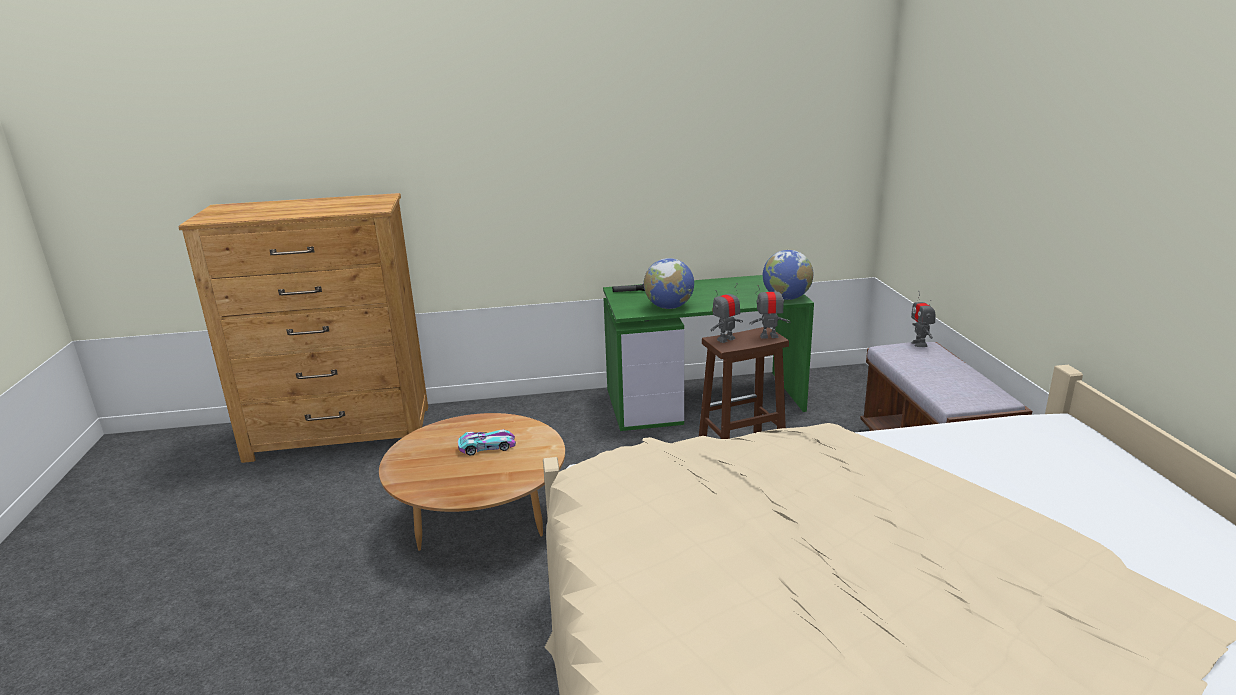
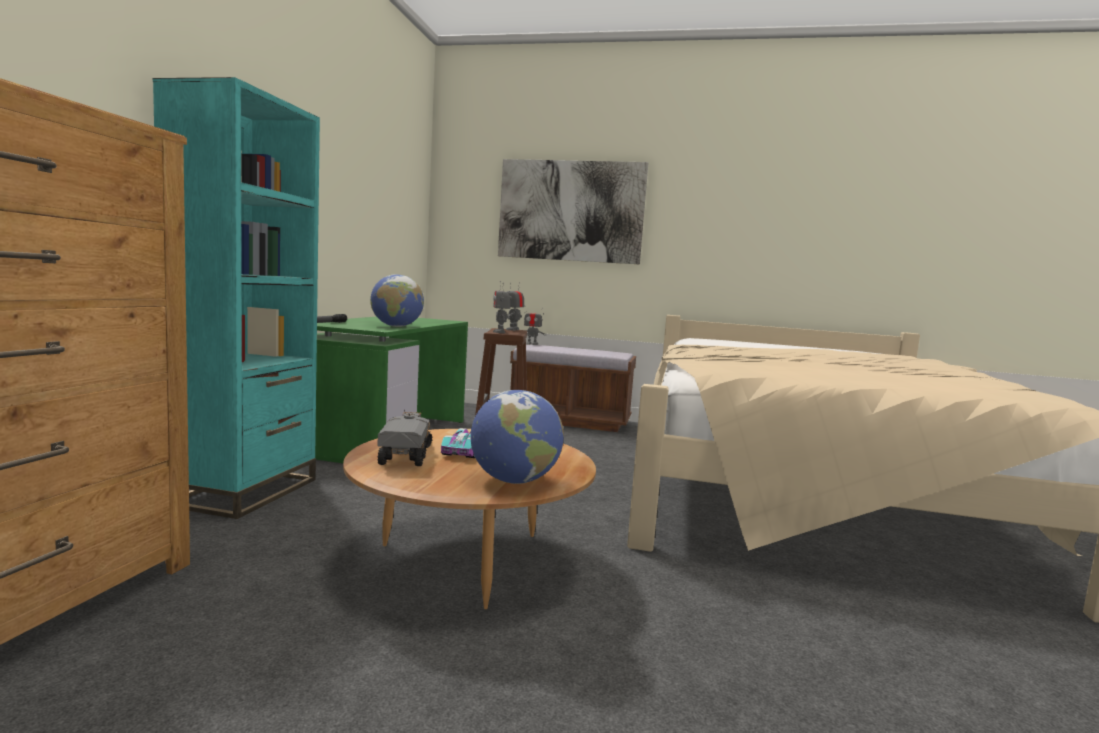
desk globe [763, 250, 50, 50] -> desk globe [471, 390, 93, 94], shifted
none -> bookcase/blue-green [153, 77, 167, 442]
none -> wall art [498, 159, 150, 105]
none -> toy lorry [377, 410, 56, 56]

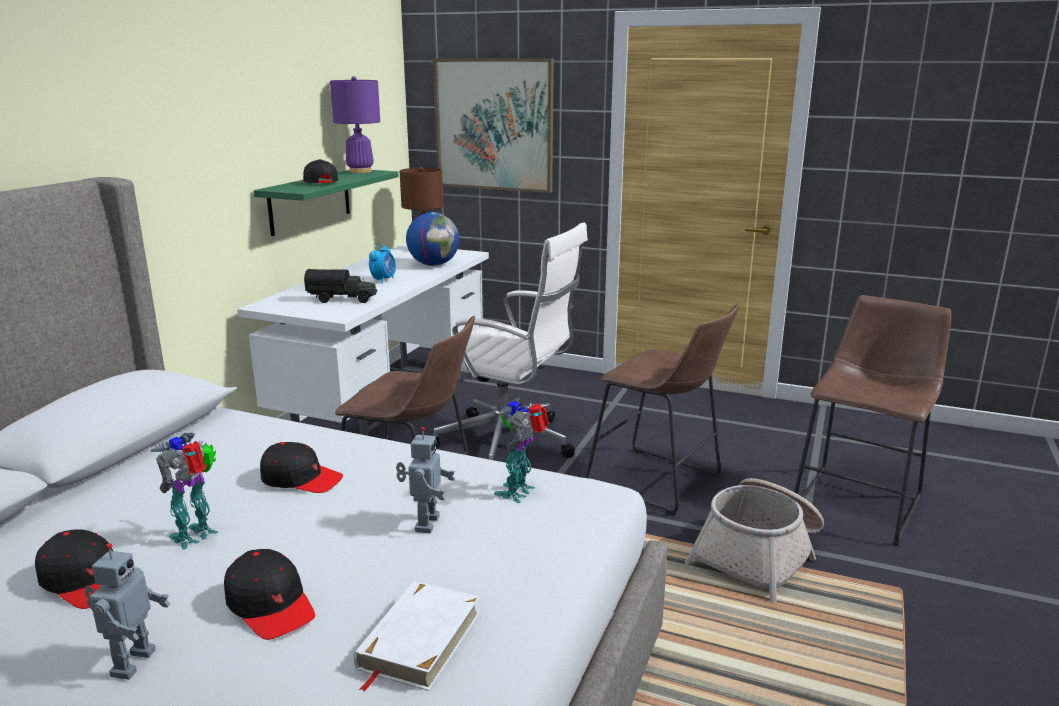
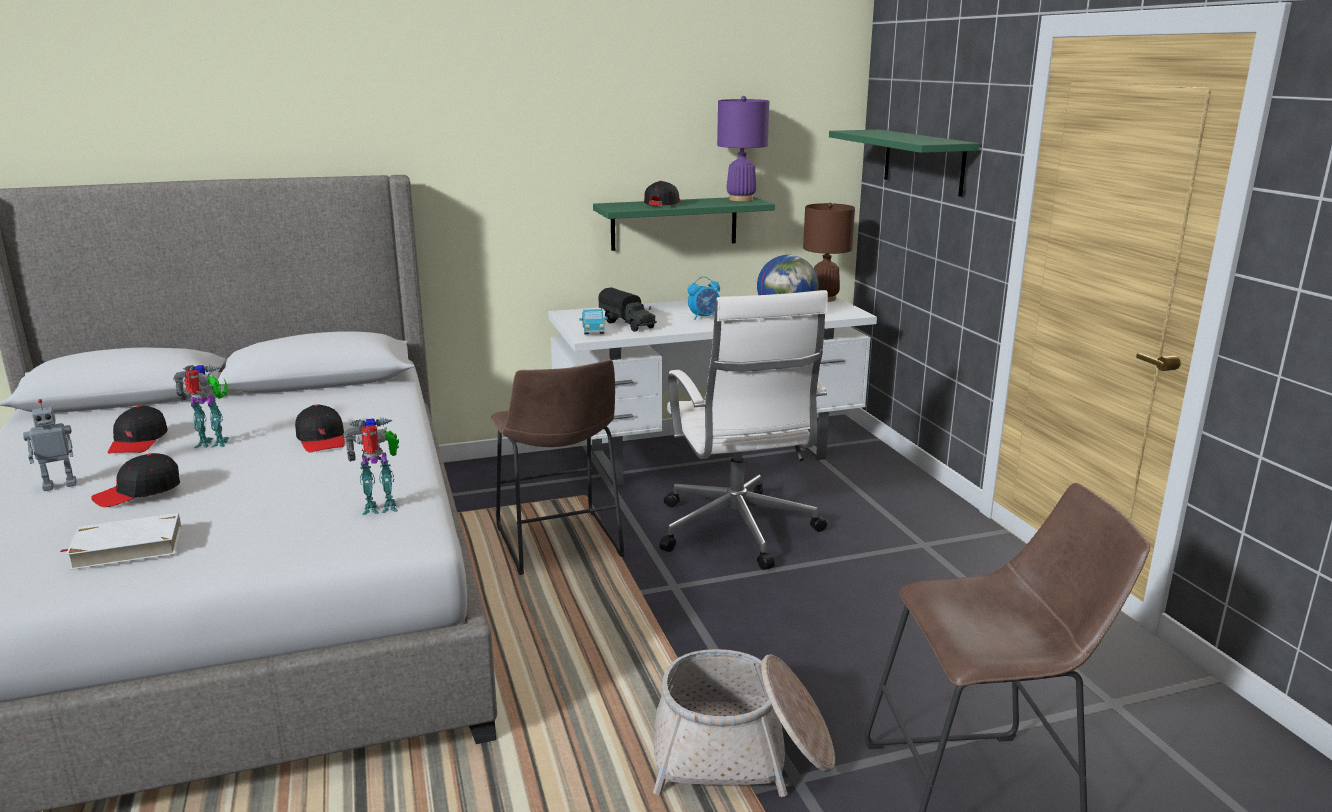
wall art [433, 59, 121, 134] -> wall shelf/green [829, 130, 151, 67]
sitting stool/brown [586, 303, 154, 213] -> none
model robot [396, 427, 59, 106] -> none
cap/blackish [224, 549, 91, 91] -> cap/blackish [91, 453, 89, 54], 45 degrees clockwise
none -> toy lorry [579, 309, 29, 25]

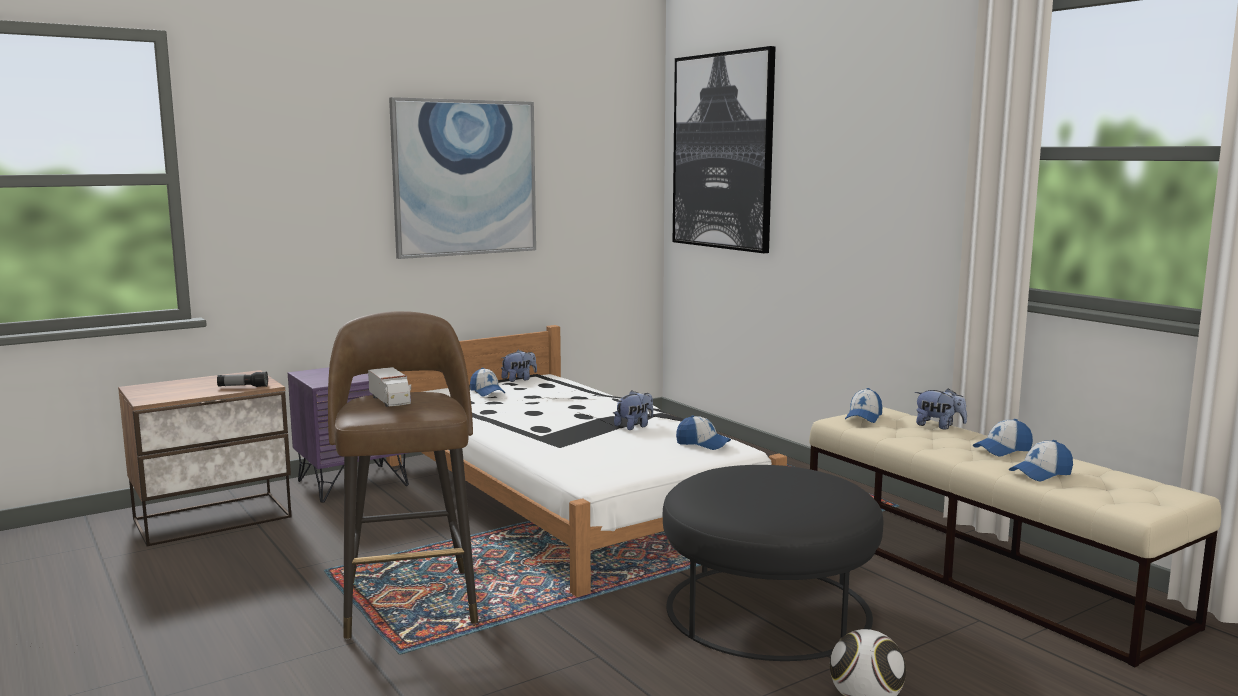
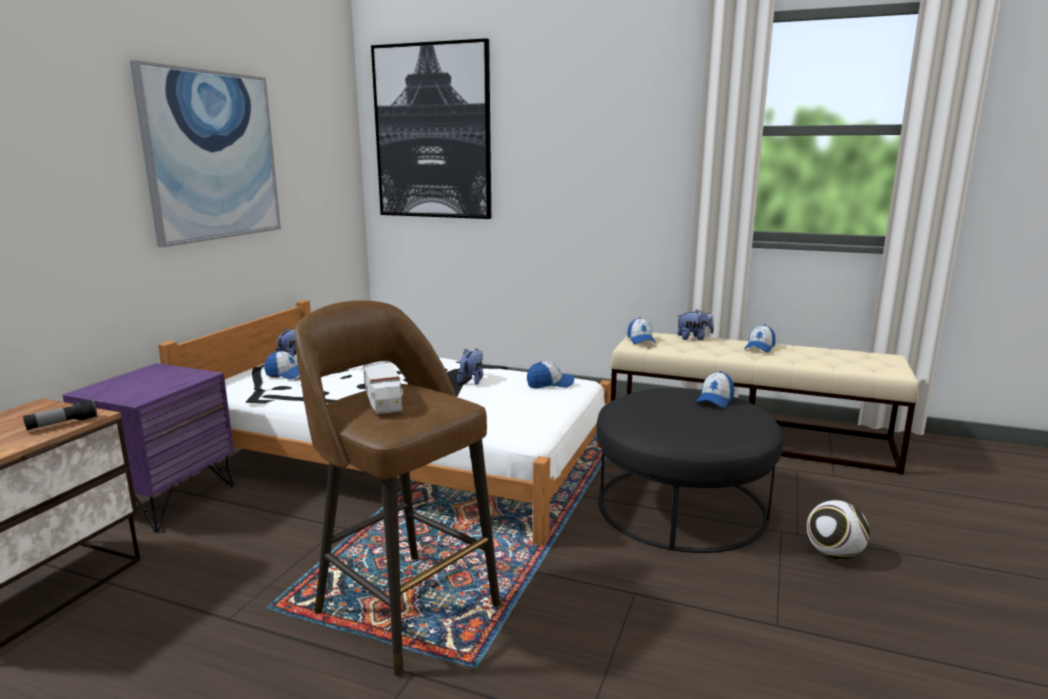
toy lorry [368, 367, 43, 40] -> toy lorry [363, 362, 40, 52], 45 degrees clockwise
cap [1009, 440, 64, 41] -> cap [696, 371, 38, 37], shifted

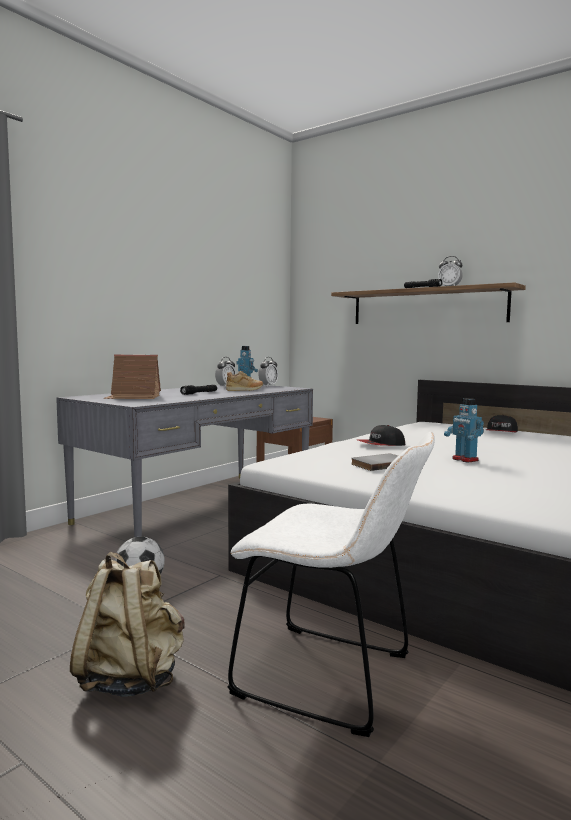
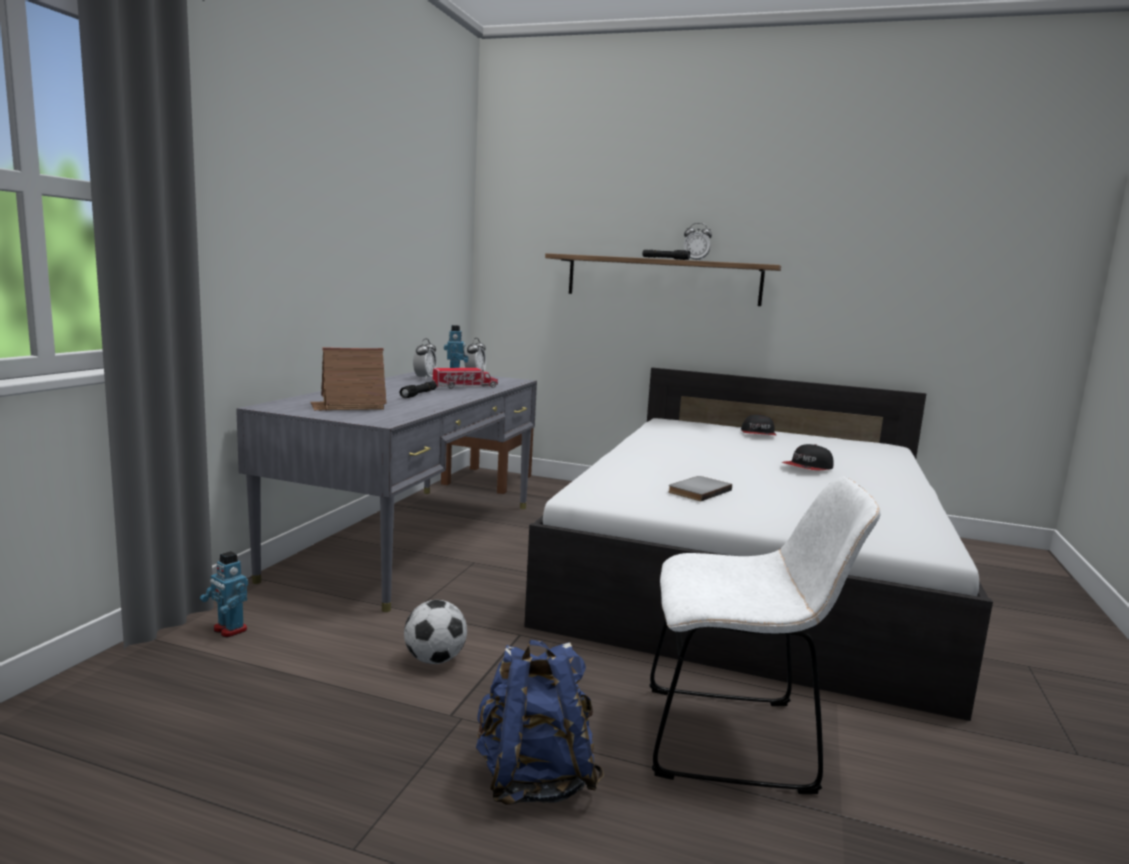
low shoe/beige-coloured [226, 371, 37, 20] -> toy lorry [432, 368, 66, 21]
model robot [444, 398, 40, 64] -> model robot [200, 551, 48, 86], shifted
cap [357, 425, 48, 21] -> cap [782, 444, 52, 26], shifted
rucksack/beige-coloured [70, 552, 114, 145] -> rucksack/bluish [476, 640, 128, 165]

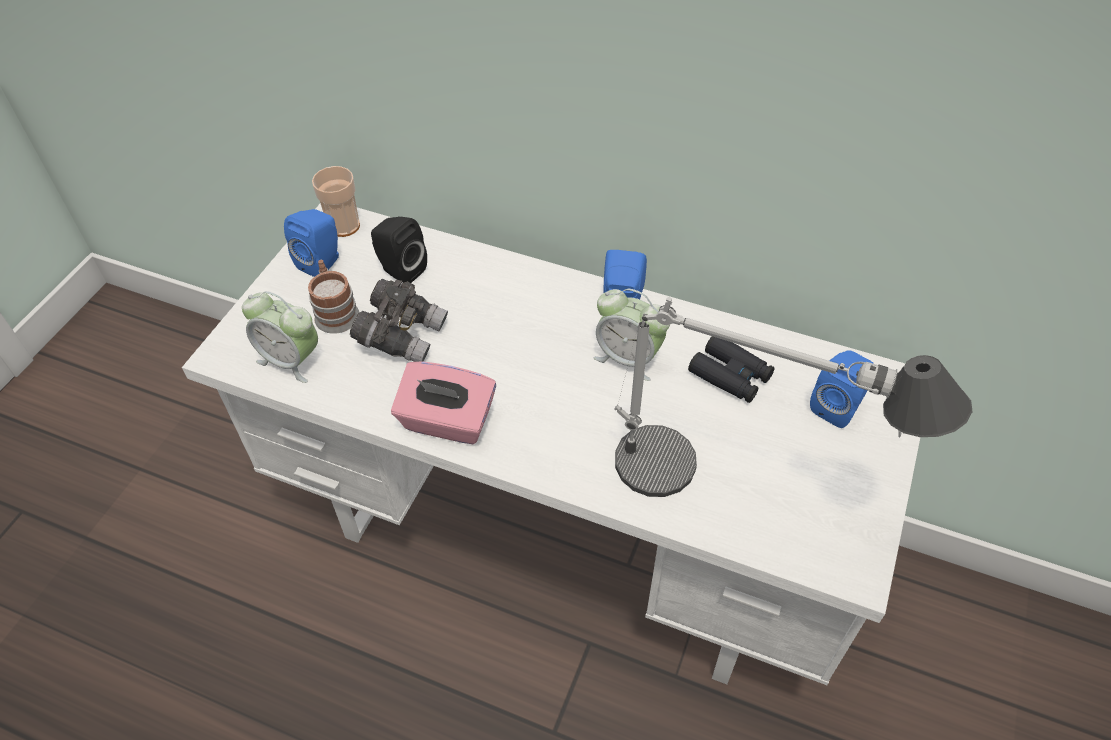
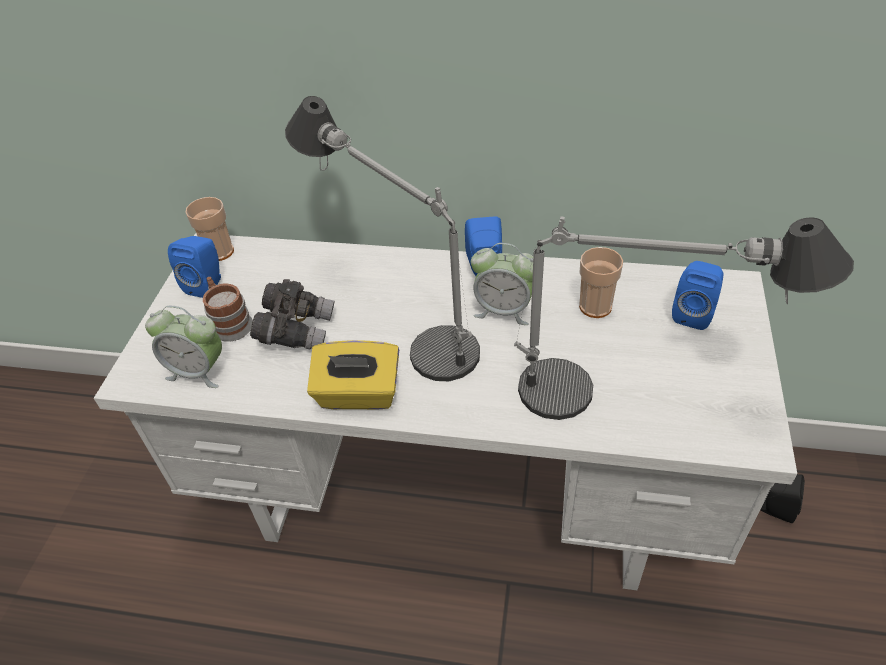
audio speaker/blackish [371, 216, 56, 67] -> audio speaker/blackish [760, 474, 45, 49], shifted
binoculars/blackish [688, 336, 86, 67] -> small cup [579, 247, 44, 71]
tissue box/pinkish [391, 361, 105, 83] -> tissue box/yellow-coloured [307, 340, 92, 70]
none -> lamp for a table [285, 96, 195, 285]

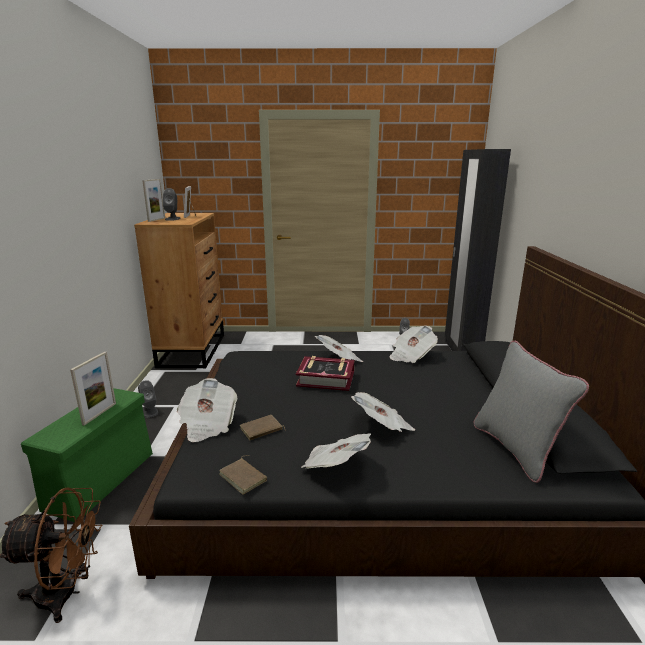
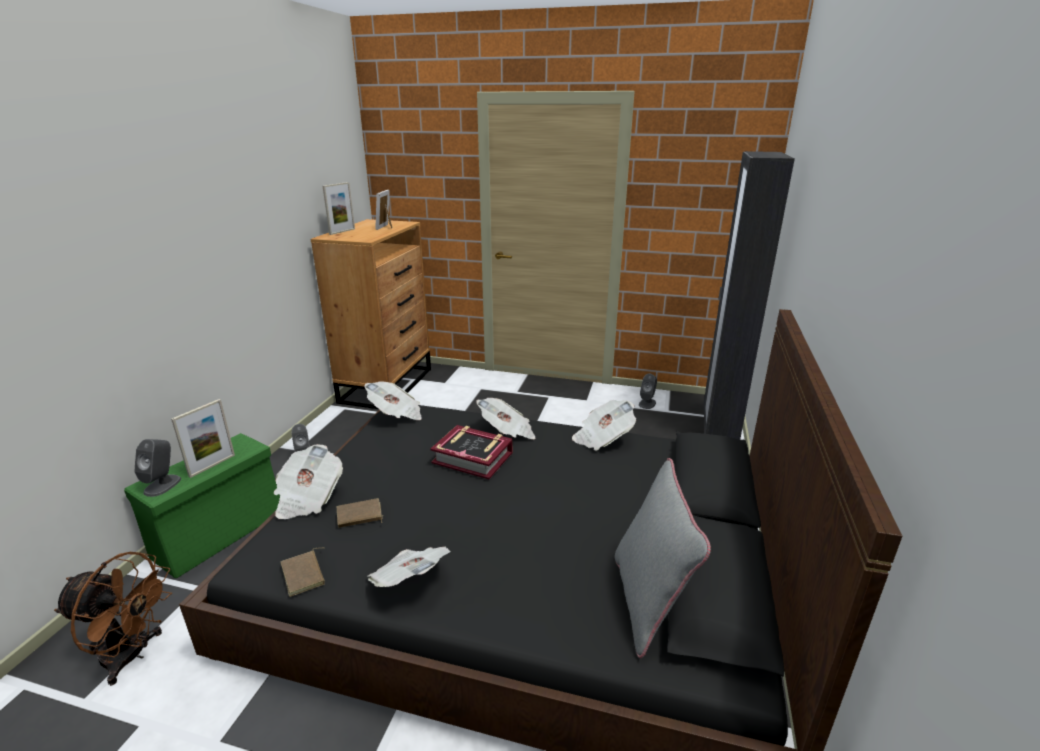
audio speaker/gray [163, 188, 18, 33] -> audio speaker/gray [134, 439, 47, 58], shifted
printed paper [351, 392, 64, 40] -> printed paper [364, 381, 58, 39], shifted

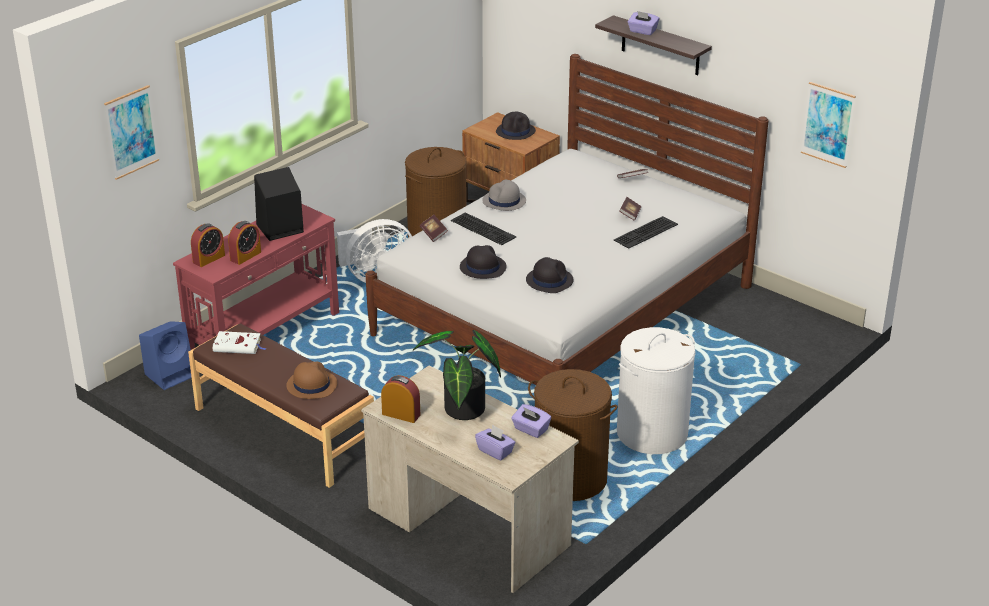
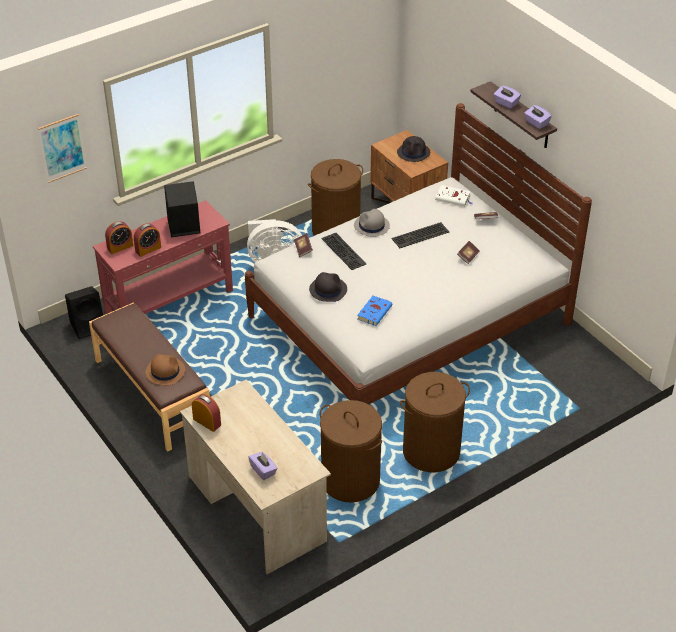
wall art [801, 82, 55, 86] -> none
keyboard [613, 216, 65, 32] -> keyboard [392, 222, 57, 26], shifted
hat/blackish [526, 257, 48, 36] -> book/bluish [357, 296, 35, 30]
audio speaker/bluish [139, 321, 53, 69] -> audio speaker/blackish [65, 286, 38, 53]
washing basket/white-coloured [617, 327, 79, 127] -> washing basket/brown [400, 372, 70, 100]
plant in a pot [413, 330, 88, 90] -> none
book/white-coloured [213, 331, 53, 23] -> book/white-coloured [435, 185, 37, 21], shifted
tissue box/purplish [511, 404, 40, 34] -> tissue box/purplish [524, 105, 28, 24], shifted

